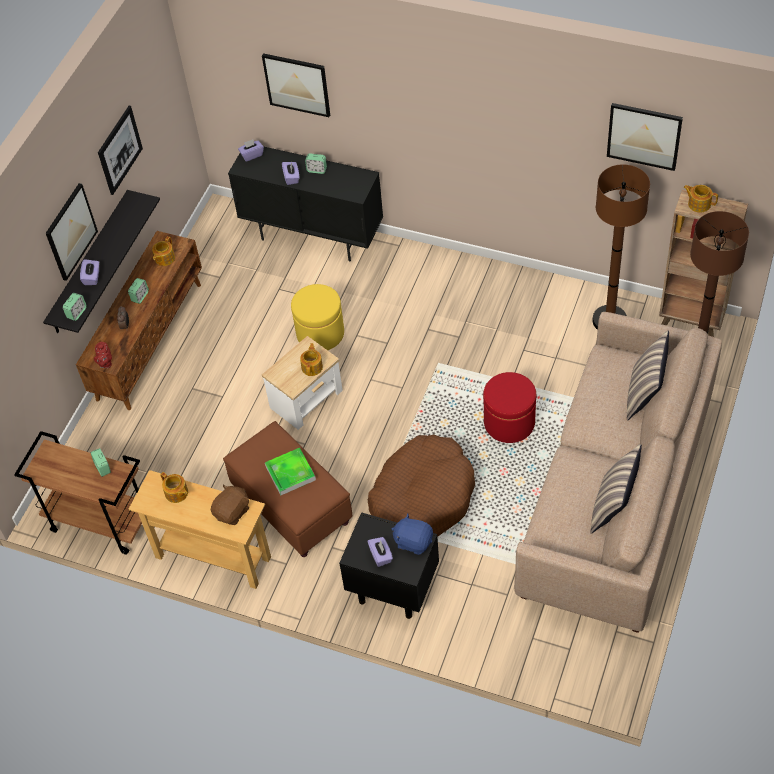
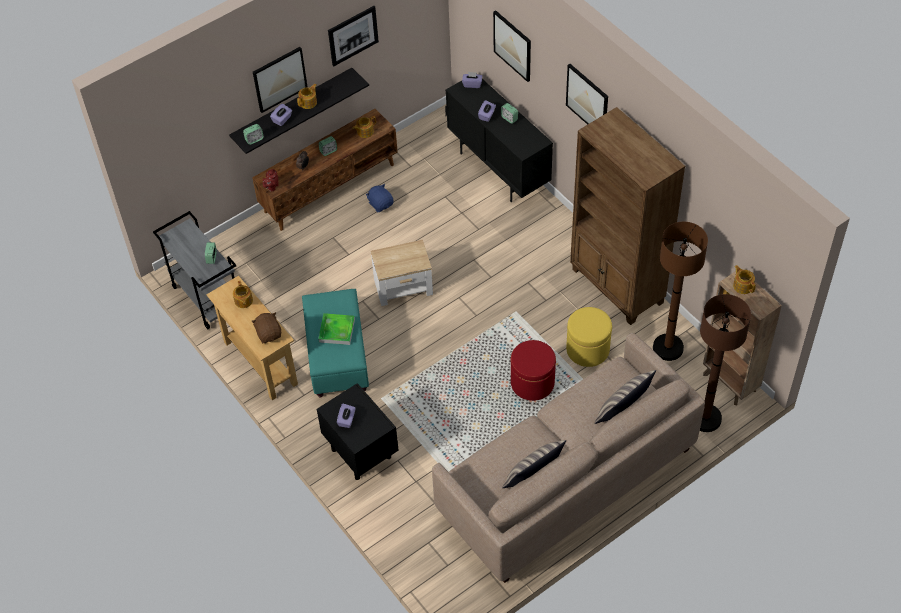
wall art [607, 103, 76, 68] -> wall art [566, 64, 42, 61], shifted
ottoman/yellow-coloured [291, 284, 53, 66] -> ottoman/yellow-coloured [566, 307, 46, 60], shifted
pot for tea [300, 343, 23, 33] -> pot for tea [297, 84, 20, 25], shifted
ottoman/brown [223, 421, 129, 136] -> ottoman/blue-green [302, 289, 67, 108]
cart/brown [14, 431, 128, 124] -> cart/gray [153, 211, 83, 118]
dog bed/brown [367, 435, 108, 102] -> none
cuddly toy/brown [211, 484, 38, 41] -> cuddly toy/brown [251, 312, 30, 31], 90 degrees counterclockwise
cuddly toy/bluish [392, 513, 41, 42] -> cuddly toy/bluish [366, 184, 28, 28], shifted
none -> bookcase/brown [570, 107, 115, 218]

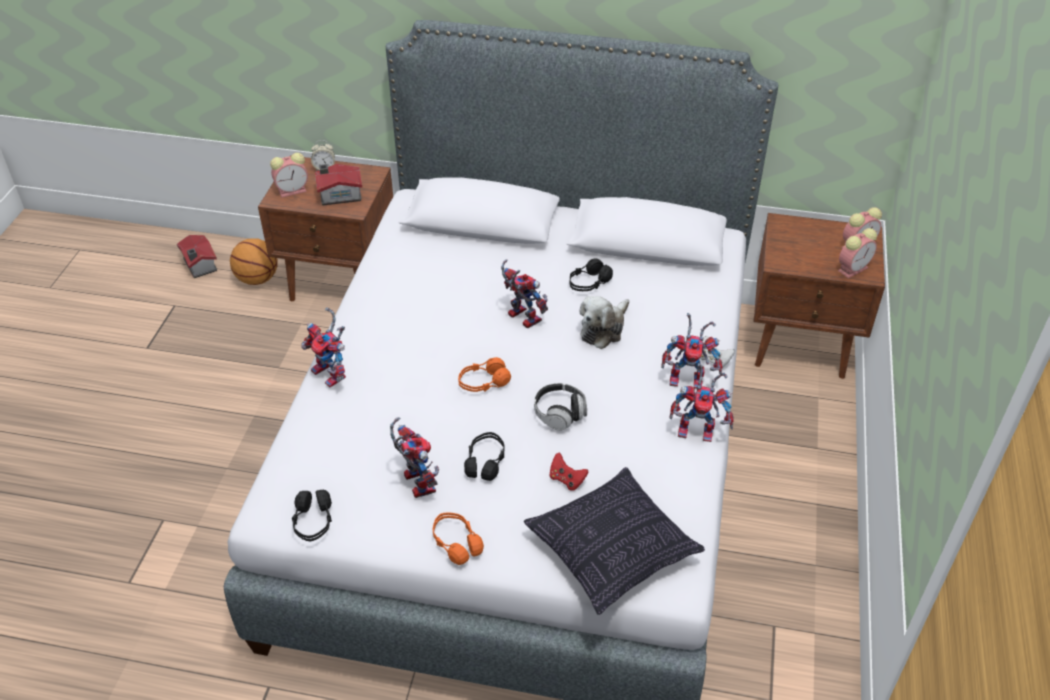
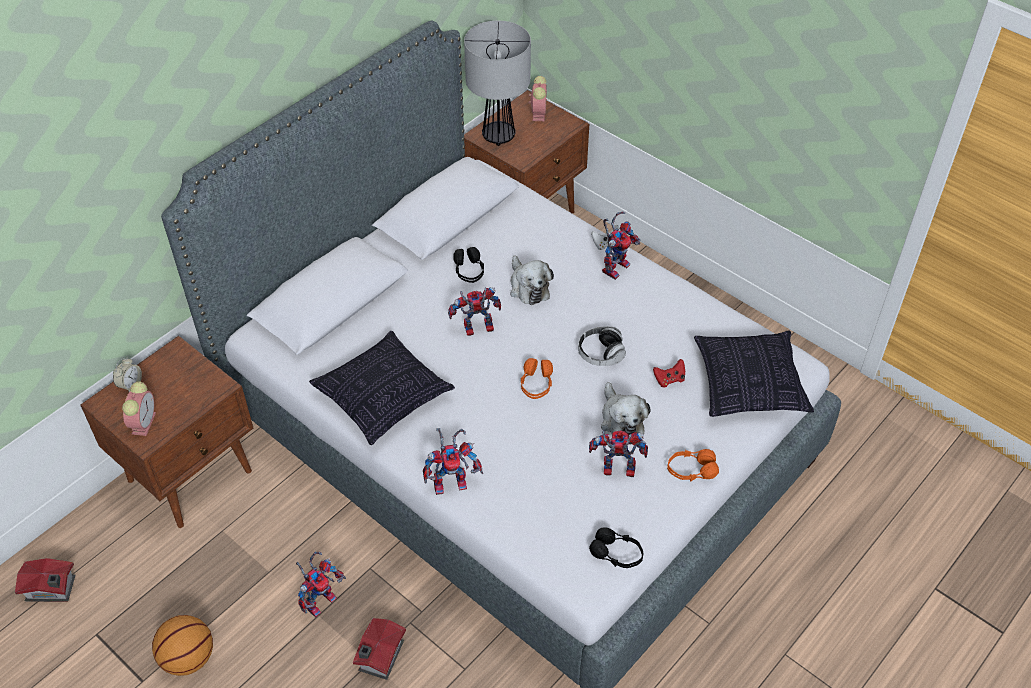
miniature house [315, 164, 47, 41] -> miniature house [353, 618, 53, 62], shifted
table clock [838, 228, 39, 50] -> none
basketball [230, 238, 48, 47] -> basketball [152, 615, 61, 61], shifted
model robot [669, 363, 65, 79] -> model robot [296, 552, 50, 65], shifted
pair of headphones/blackish [464, 432, 41, 49] -> cuddly toy [601, 382, 49, 54]
none -> lamp for a table [464, 21, 67, 125]
none -> pillow [309, 331, 146, 114]

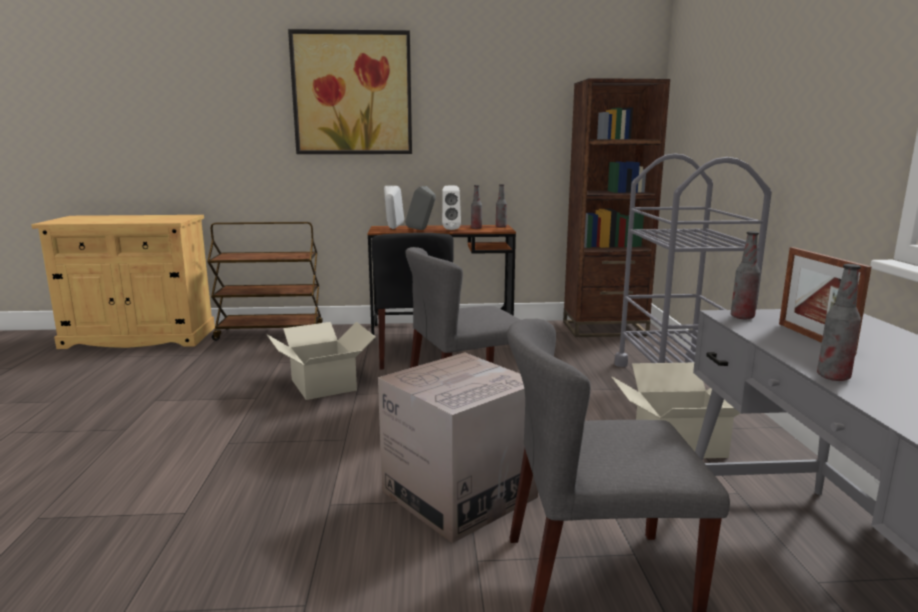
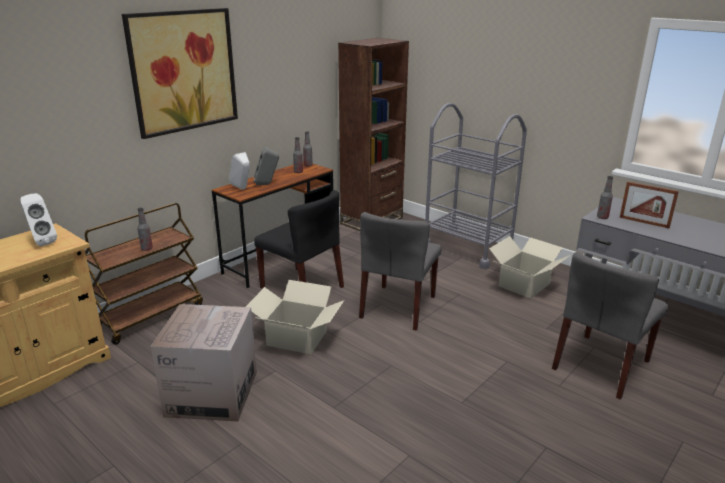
audio speaker/white-coloured [442, 185, 19, 45] -> audio speaker/white-coloured [21, 193, 36, 53], shifted
bottle [817, 264, 44, 117] -> bottle [137, 208, 16, 43], shifted
carton [378, 352, 160, 191] -> carton [151, 304, 106, 118], shifted

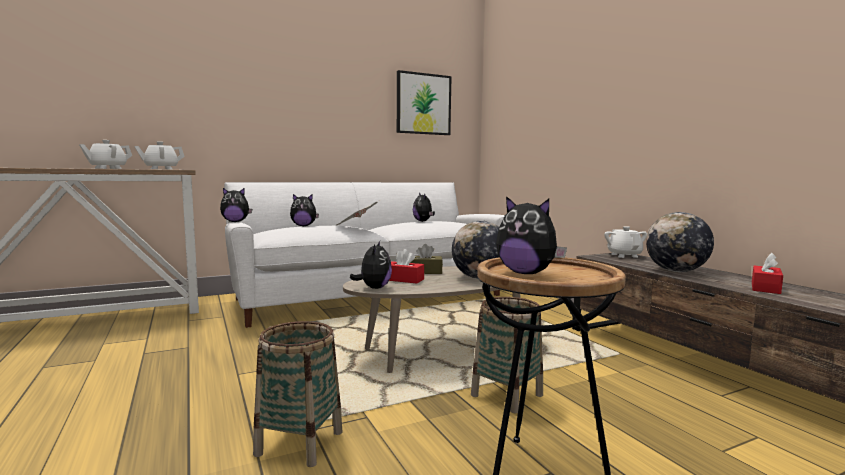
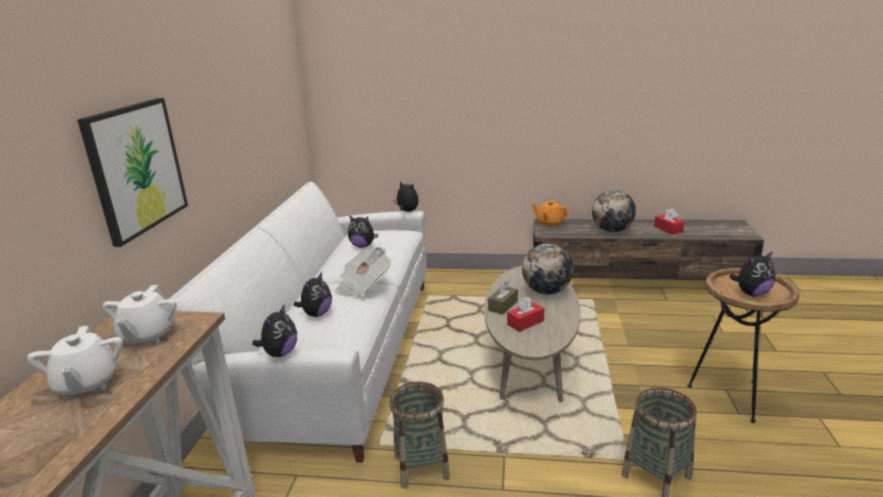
wall art [397, 70, 55, 65] -> wall art [78, 98, 110, 149], shifted
pot for tea/white-coloured [604, 226, 43, 32] -> pot for tea/orange-coloured [532, 201, 37, 27]
cuddly toy [350, 241, 42, 48] -> cuddly toy [393, 181, 26, 31], shifted
storage basket [471, 297, 72, 117] -> storage basket [389, 382, 61, 107], shifted

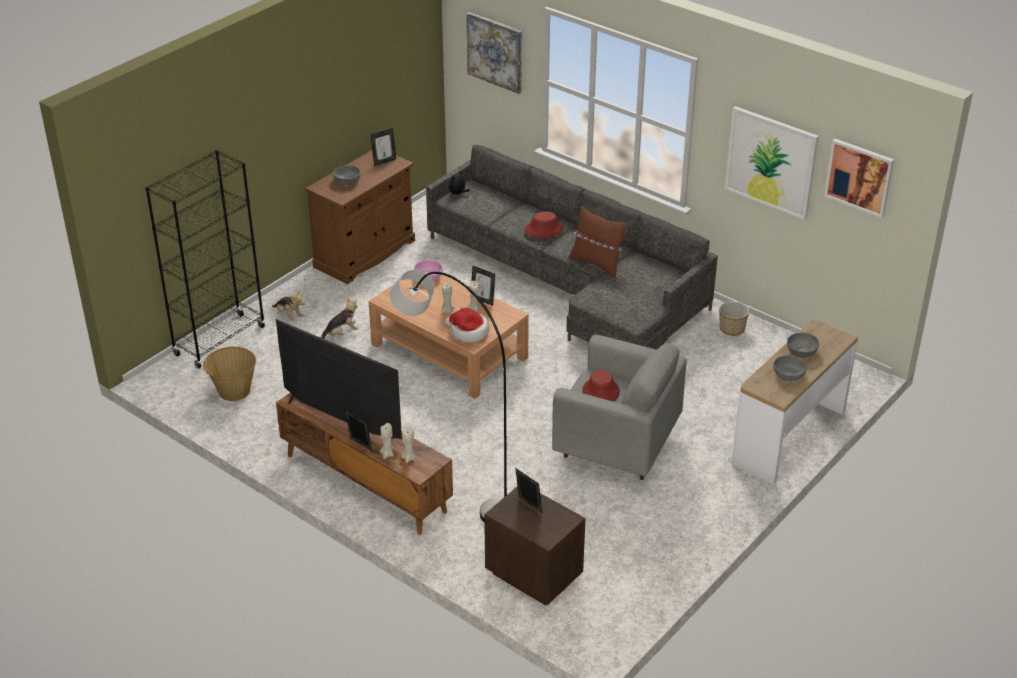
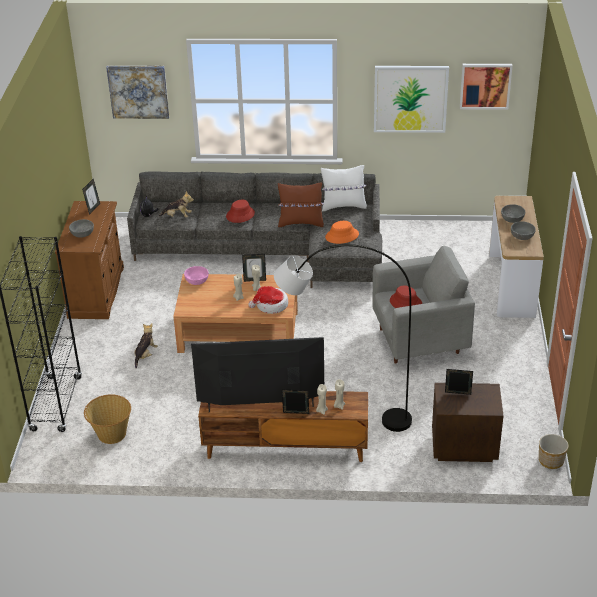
cuddly toy [272, 292, 33, 29] -> cuddly toy [159, 191, 35, 27], shifted
plant pot [720, 301, 29, 35] -> plant pot [539, 434, 29, 35], shifted
none -> pillow/white-coloured [321, 165, 46, 46]
none -> hat/orange-coloured [325, 221, 34, 23]

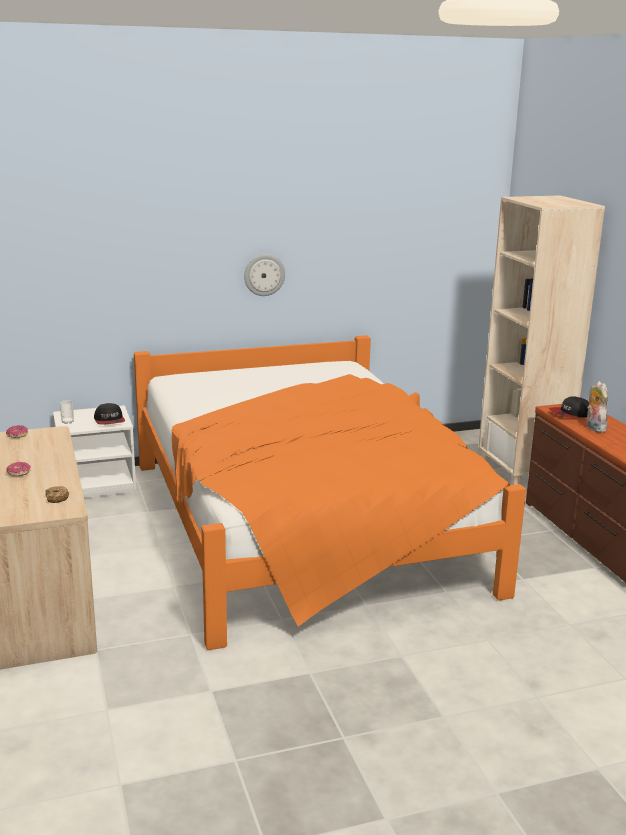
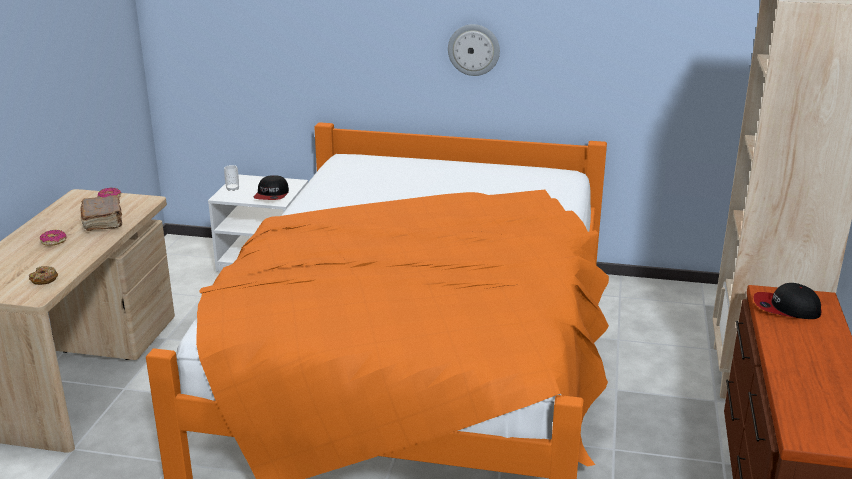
cuddly toy [587, 381, 21, 52] -> none
none -> book/brown [80, 195, 42, 36]

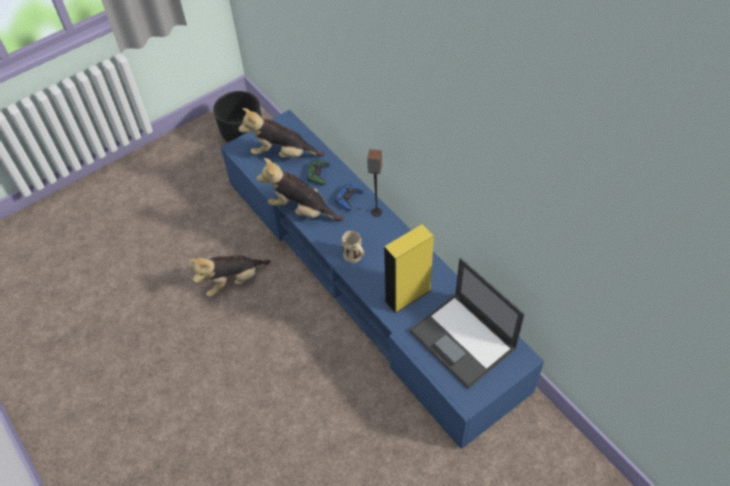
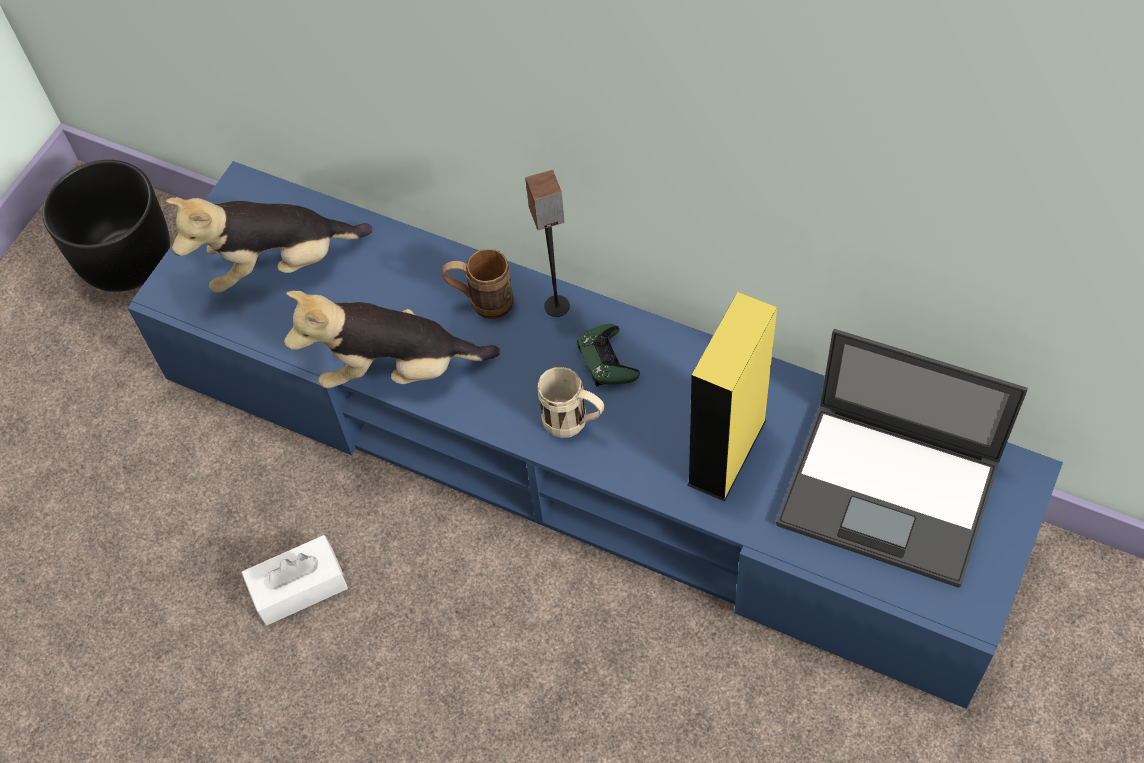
game controller/green [307, 160, 23, 25] -> game controller/green [577, 324, 63, 62], shifted
game controller/bluish [335, 184, 28, 27] -> tea mug/brown [442, 249, 72, 70]
cuddly toy [189, 255, 82, 42] -> tissue box/white-coloured [241, 535, 107, 91]

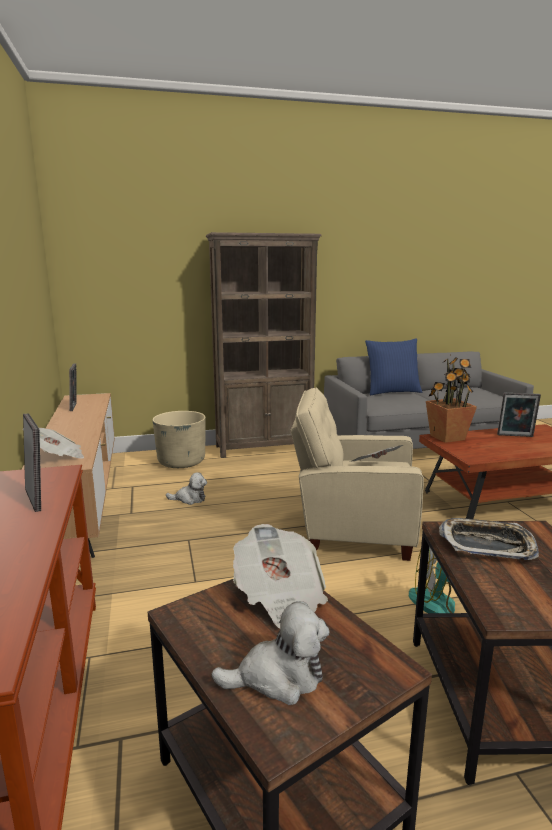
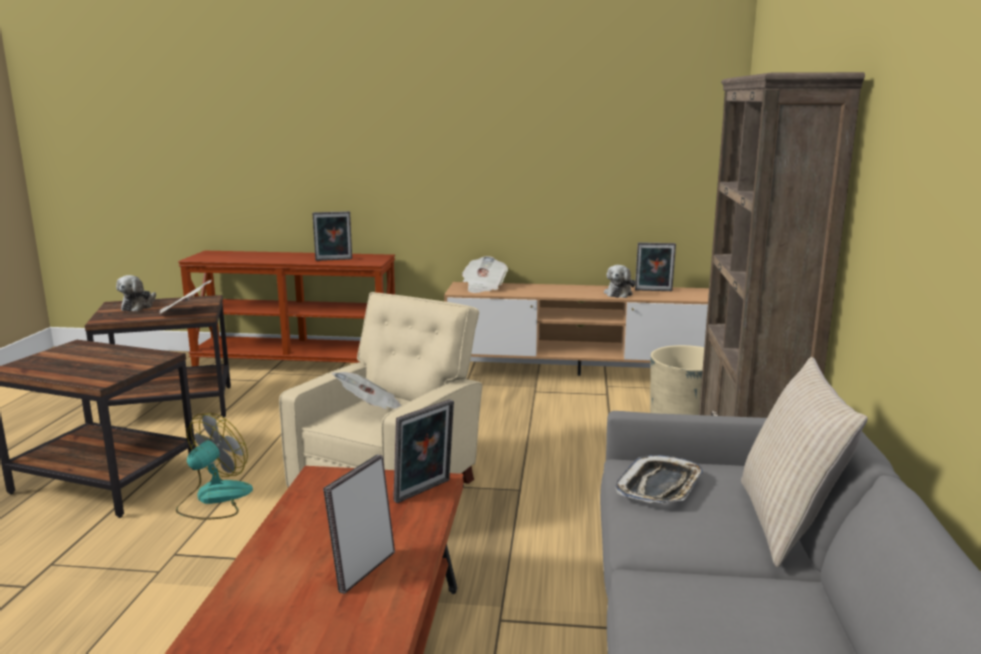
pillow/bluish [365, 338, 57, 57] -> pillow/beige-coloured [741, 357, 127, 211]
plant in a pot [426, 354, 51, 89] -> photo frame [393, 399, 61, 104]
cuddly toy [166, 472, 41, 33] -> cuddly toy [604, 265, 31, 33], shifted
carrying tray [439, 518, 100, 42] -> carrying tray [615, 455, 89, 48], shifted

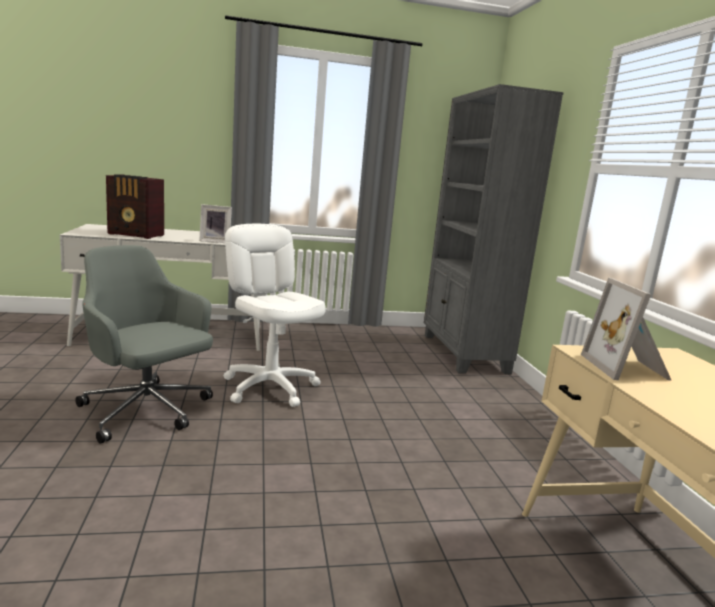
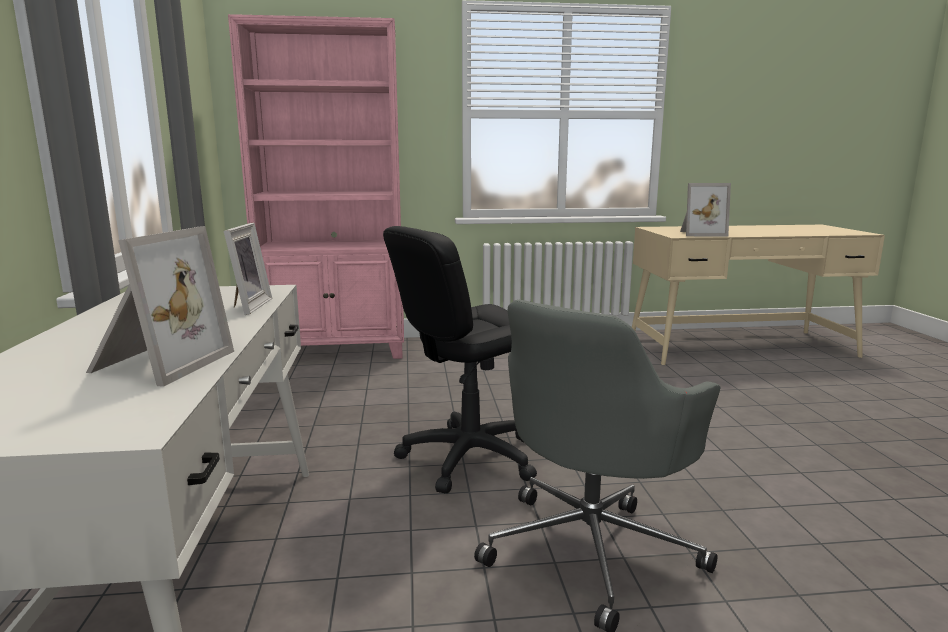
bookcase/gray [424, 84, 140, 290] -> bookcase/pinkish [228, 14, 176, 345]
radio set [106, 175, 58, 64] -> photo frame [86, 226, 148, 161]
office chair/white-coloured [223, 224, 103, 183] -> office chair/blackish [383, 226, 154, 268]

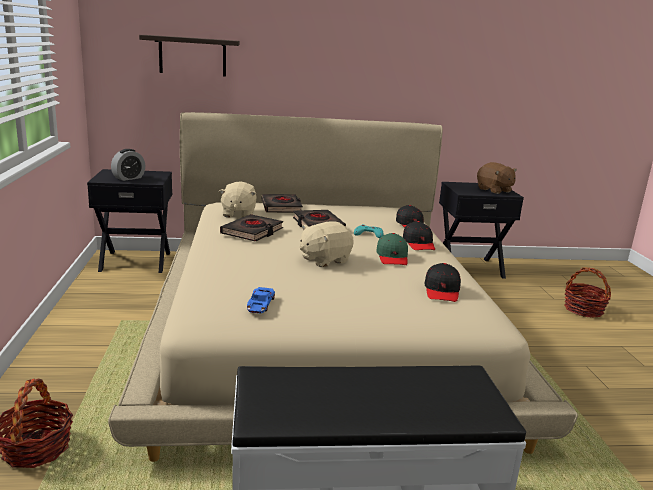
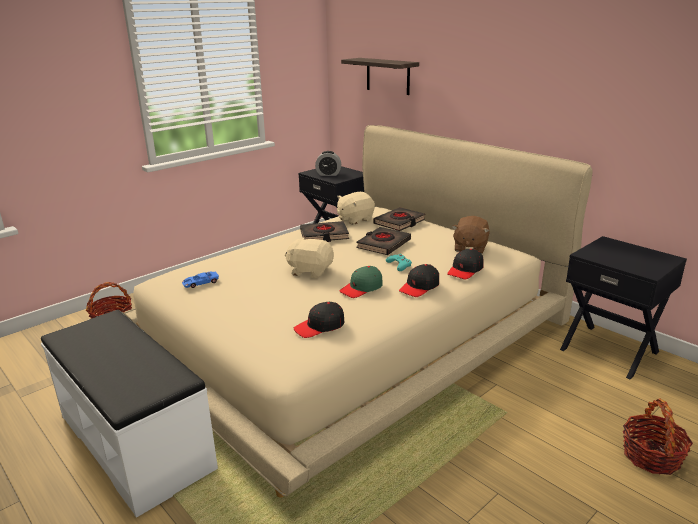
cuddly toy/brown [477, 162, 40, 32] -> cuddly toy/brown [452, 216, 37, 38], shifted

